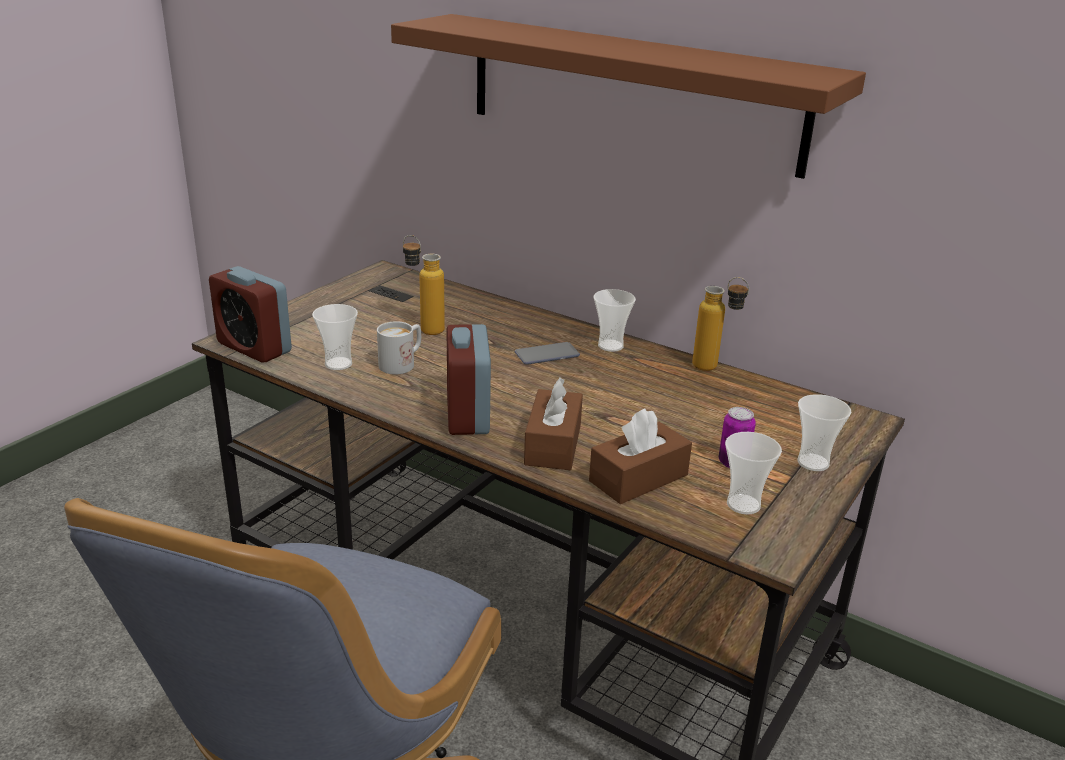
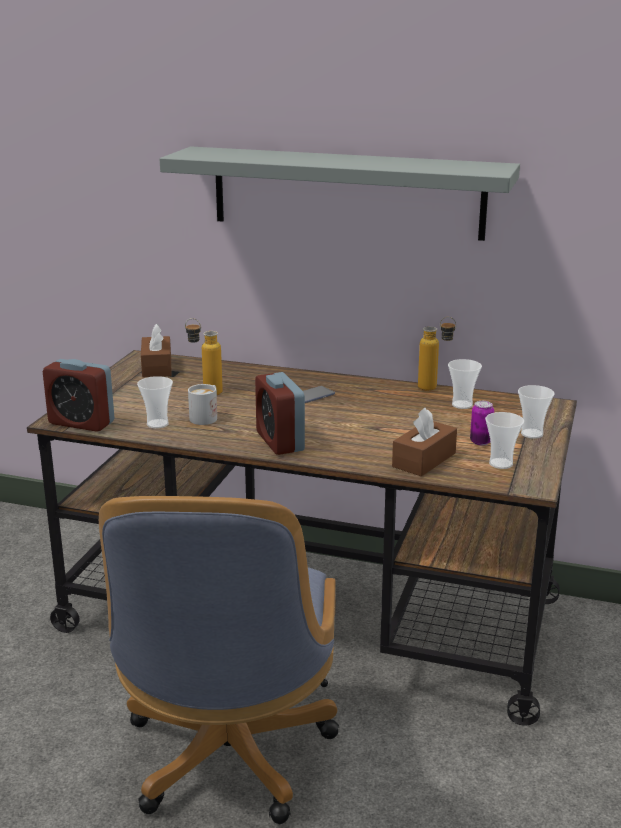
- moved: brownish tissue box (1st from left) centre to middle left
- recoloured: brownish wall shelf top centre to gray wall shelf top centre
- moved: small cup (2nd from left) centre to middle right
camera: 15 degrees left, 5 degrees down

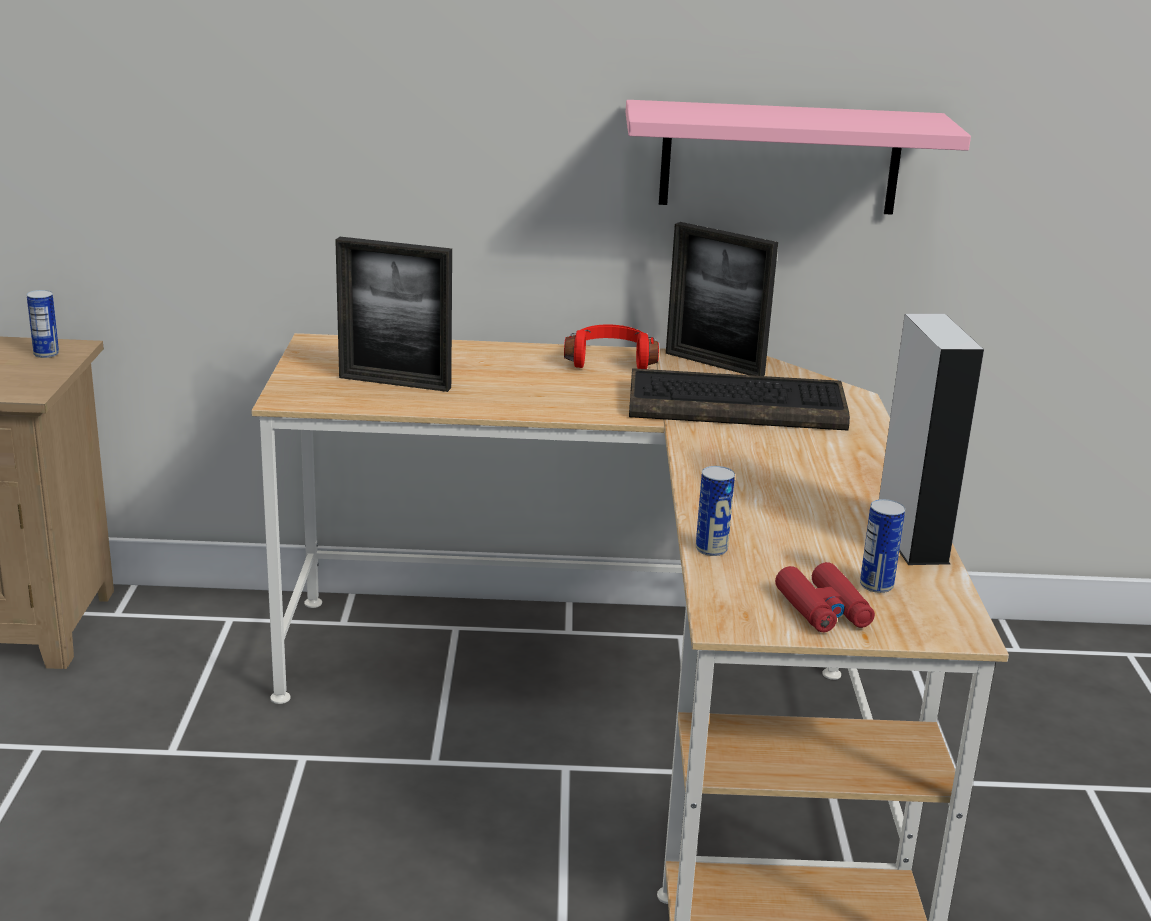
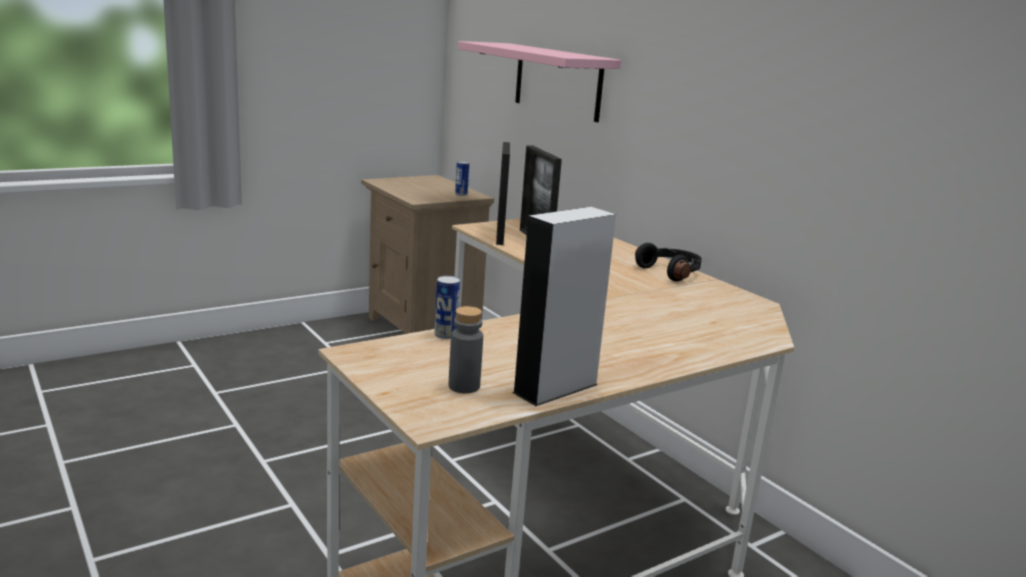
- replaced: sealed can (3rd from left) middle right to gray beverage bottle centre
- moved: pink wall shelf top right to top centre
- moved: standing frame (2nd from left in the first image) top centre to standing frame (1st from left) centre
- recoloured: red headphones centre to black headphones centre
- removed: keyboard centre
- removed: red field glasses middle right
camera: 55 degrees right, 5 degrees down

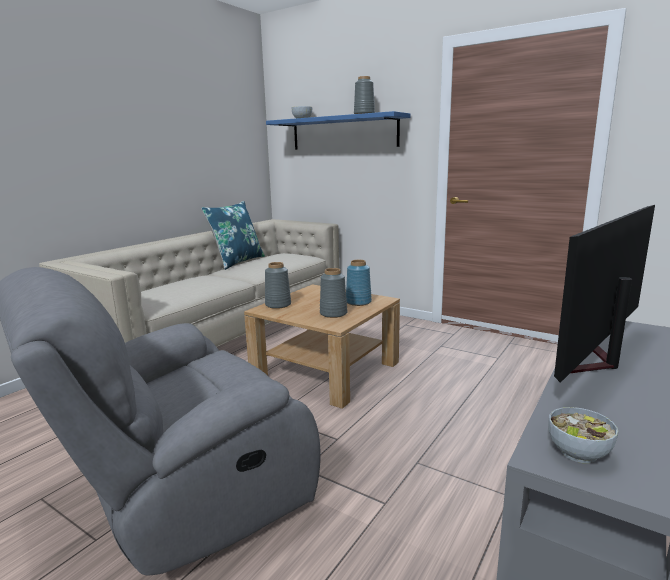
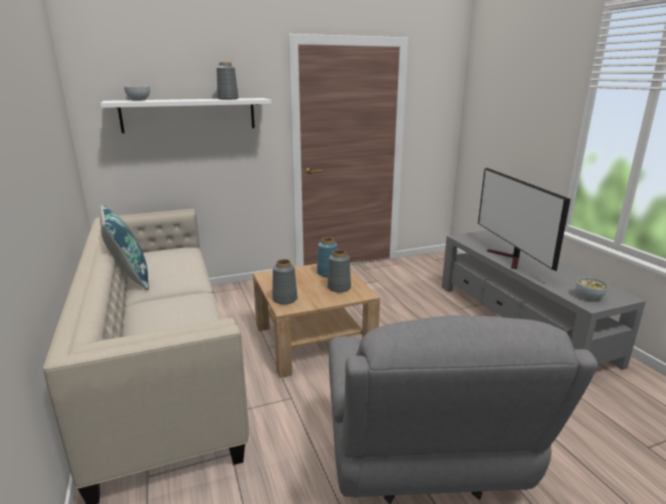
- recoloured: bluish wall shelf top centre to white-coloured wall shelf top left
camera: 55 degrees left, 5 degrees up

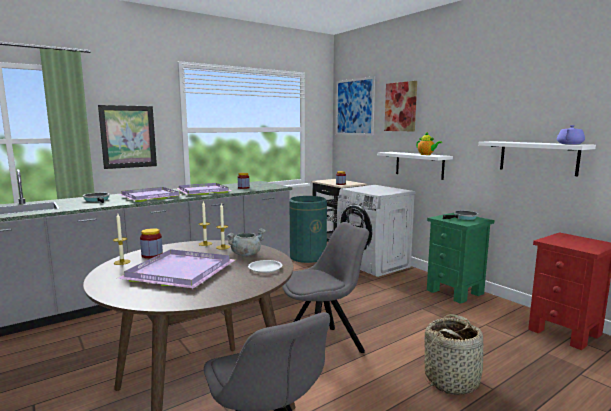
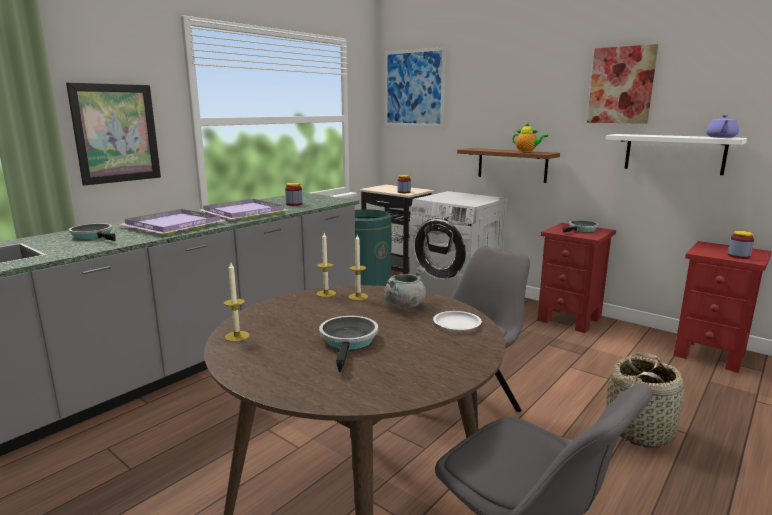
- replaced: purple serving tray (2nd from left) middle left to pan (2nd from left) bottom centre
- recoloured: white-coloured wall shelf (1st from left) middle right to brownish wall shelf top centre
- recoloured: green-coloured night table middle right to red night table (1st from left) middle right
- moved: picture (3rd from left) top centre to top right
- moved: preserve jar (1st from left in the first image) middle left to preserve jar (3rd from left) middle right
camera: 15 degrees left, 5 degrees up

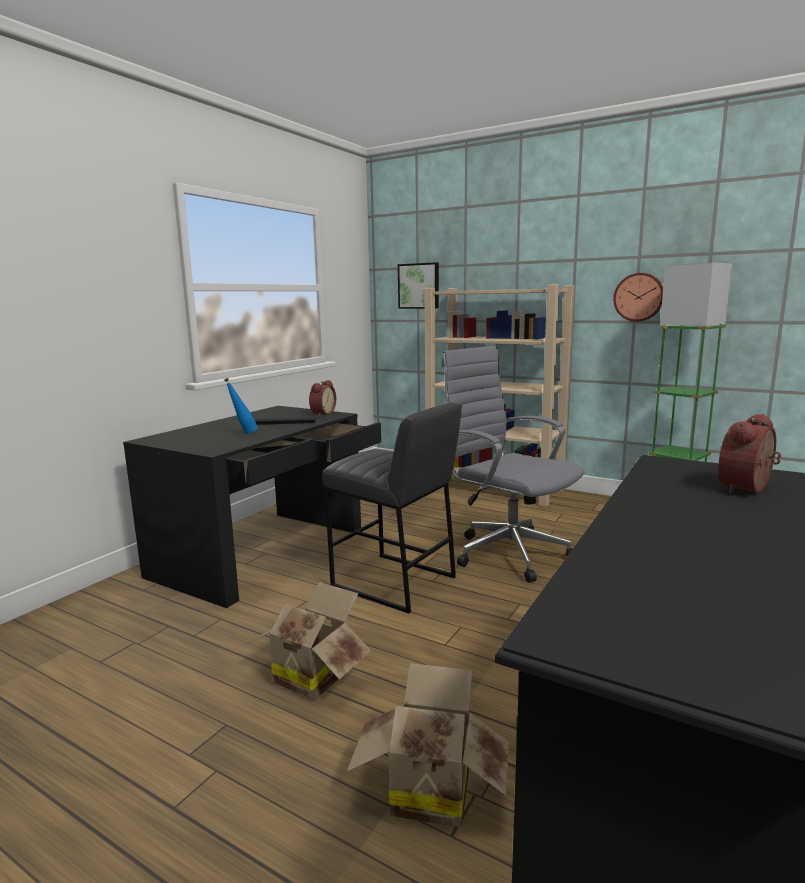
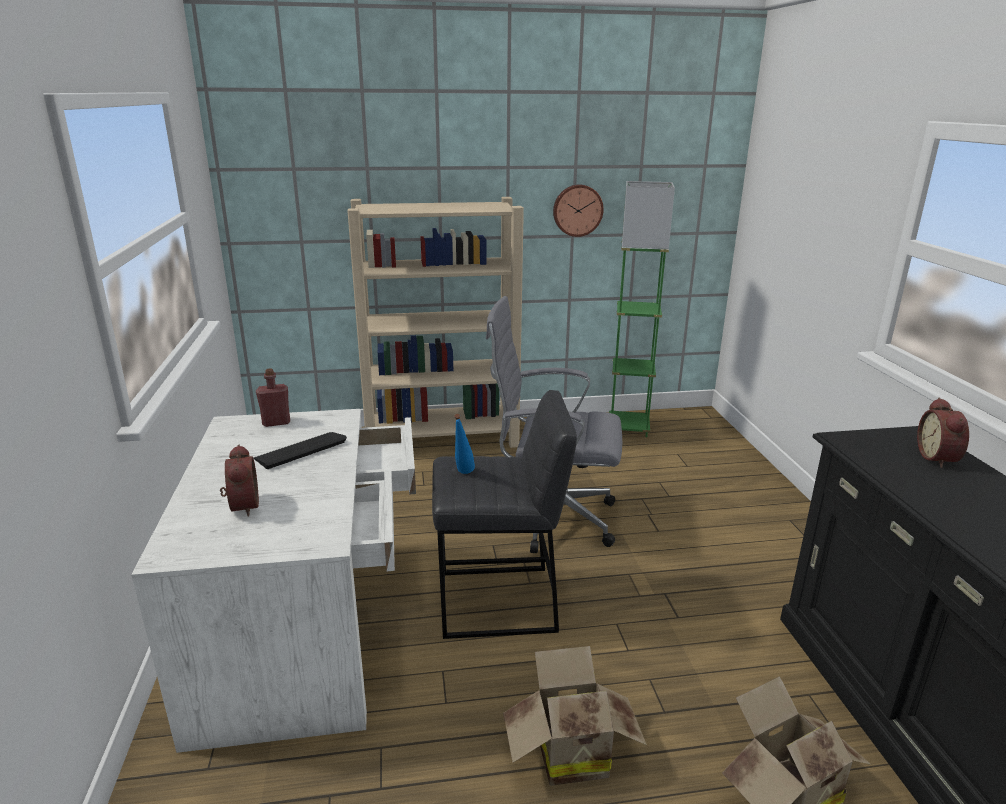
- recoloured: black desk middle left to white-coloured desk bottom left
- moved: alarm clock (1st from left) centre to middle left
- added: red beverage bottle middle left
- moved: bluish beverage bottle middle left to centre
- removed: picture top centre
camera: 40 degrees left, 10 degrees up

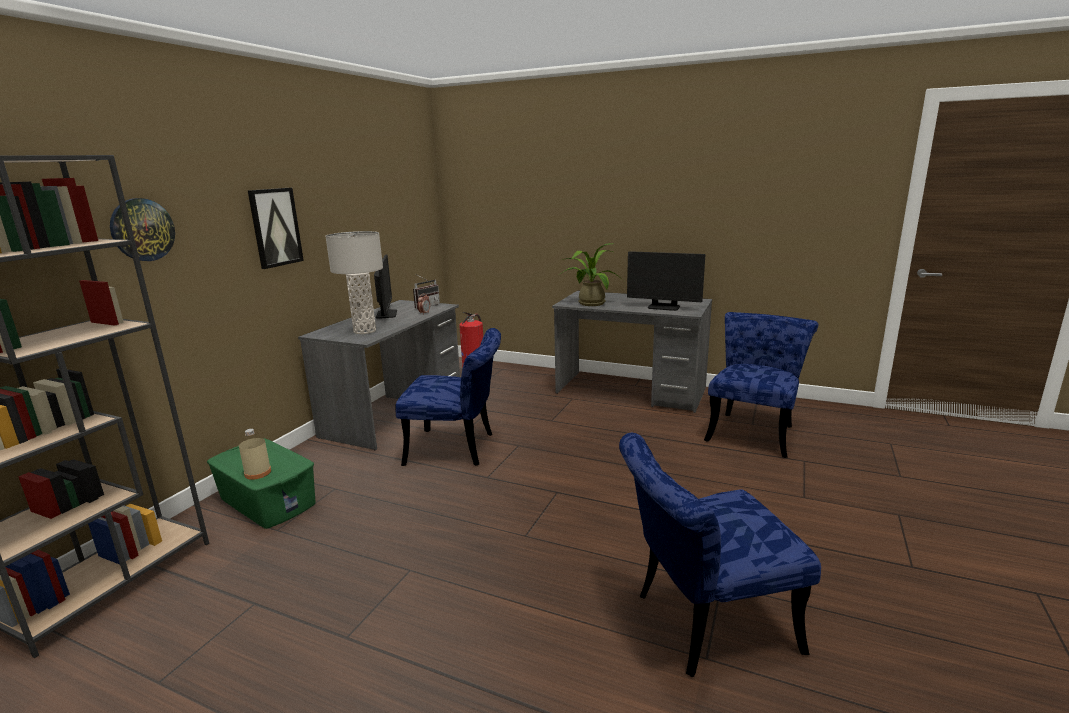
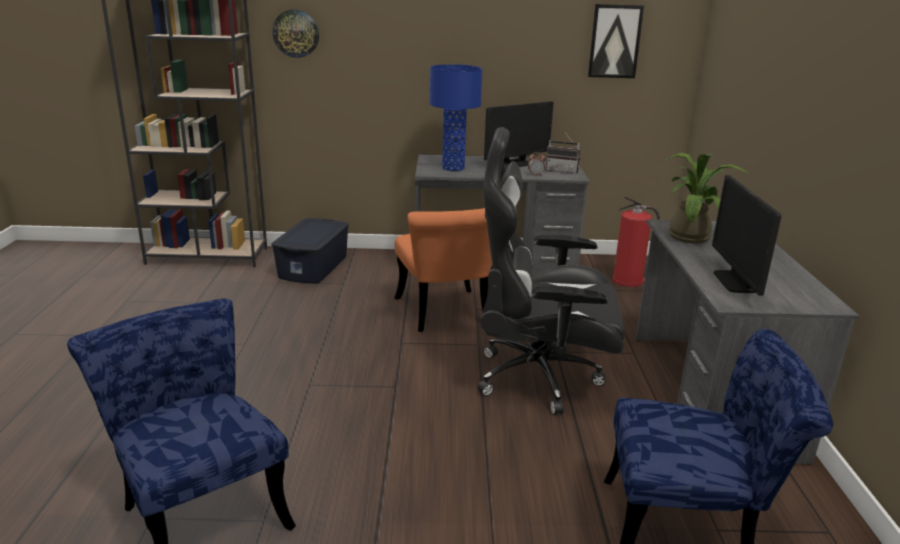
- recoloured: green-coloured storage container bottom left to bluish storage container centre
- recoloured: bluish plain chair (1st from left) centre to orange plain chair centre
- recoloured: white-coloured lamp for a table middle left to bluish lamp for a table top centre
- added: black desk chair centre
- moved: picture top left to top right
- removed: beige beverage bottle middle left
camera: 65 degrees right, 5 degrees up

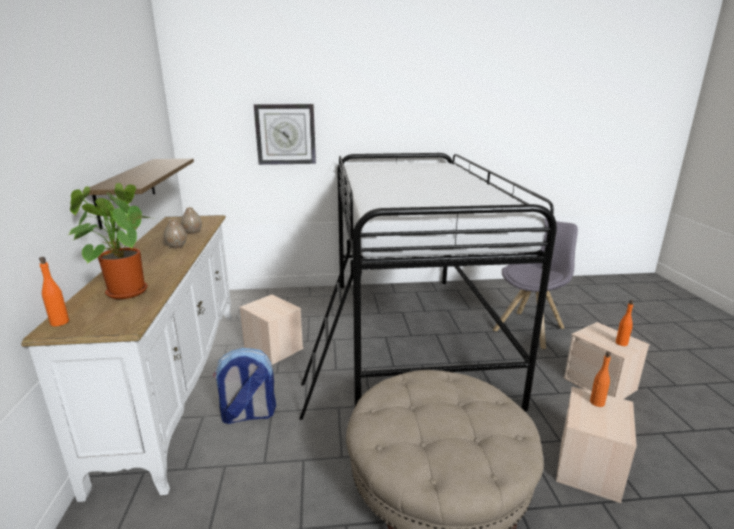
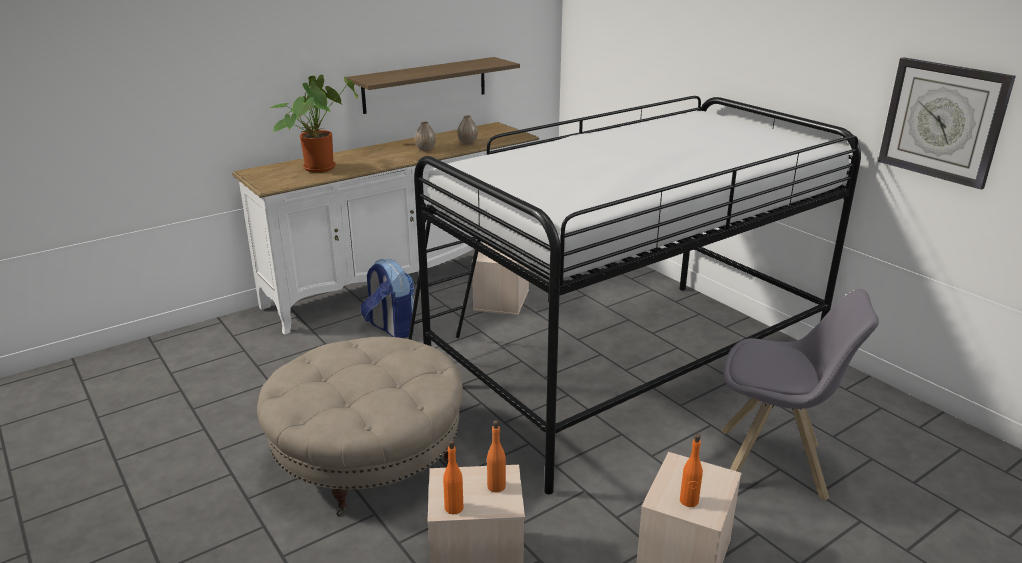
- moved: orange beverage bottle (1st from left) middle left to bottom centre
- moved: clock on the wall top centre to top right
camera: 60 degrees right, 5 degrees up

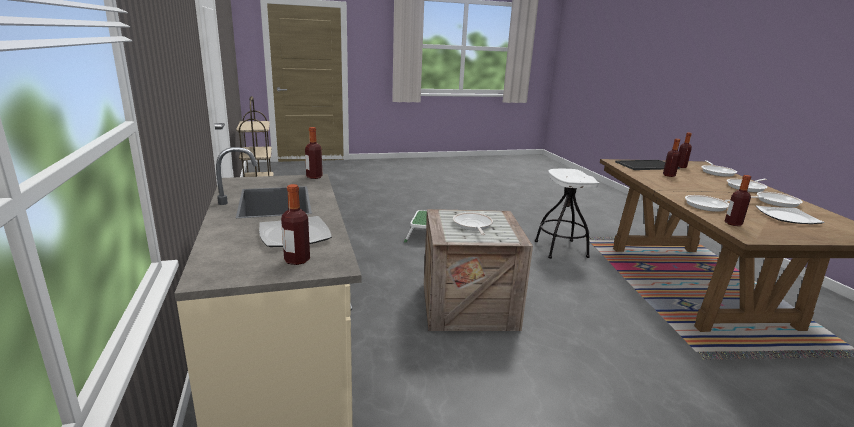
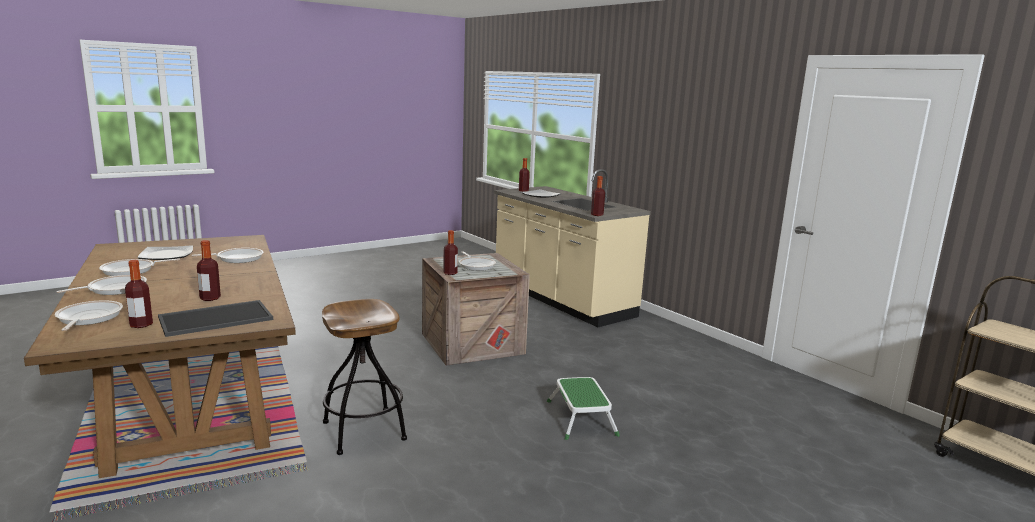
- recoloured: white-coloured stool seat centre to brownish stool seat bottom centre
- moved: beverage bottle (5th from left in the first image) middle right to beverage bottle (3rd from left) centre
camera: 160 degrees right, 5 degrees down

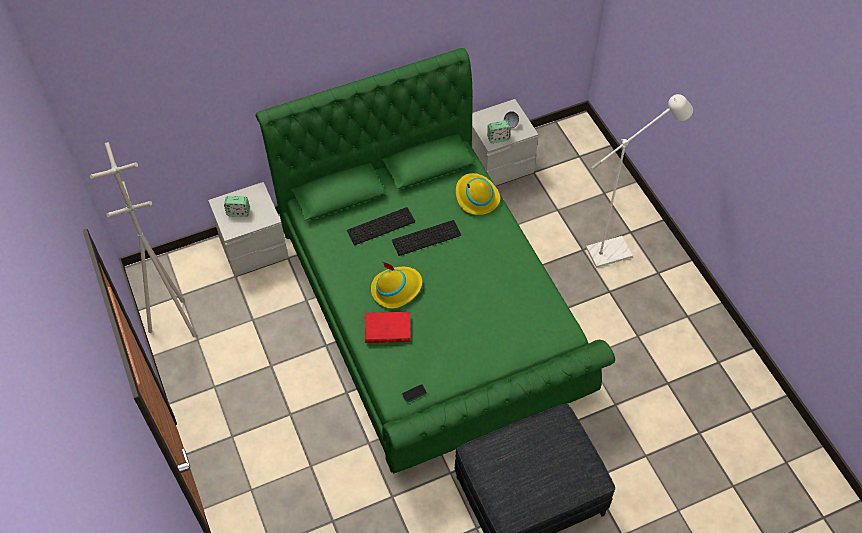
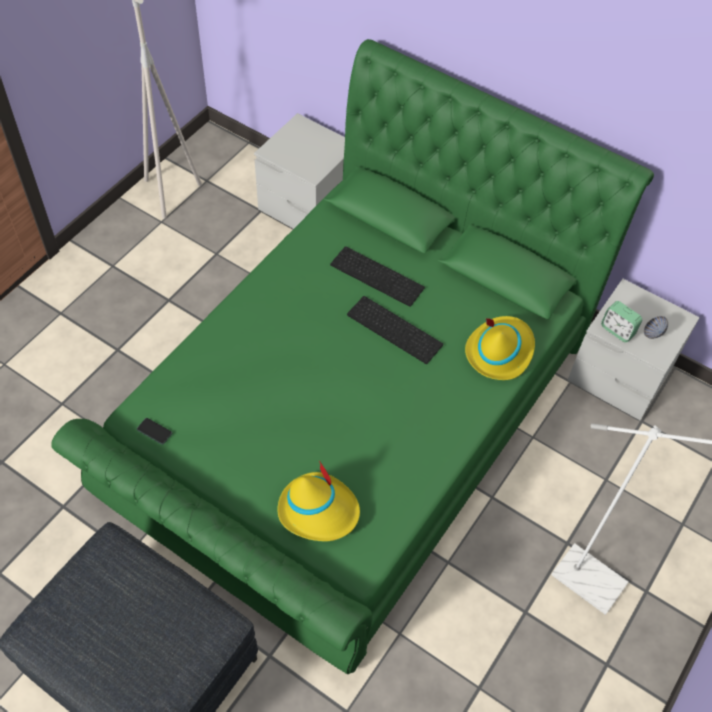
- moved: yellow-coloured clothing hat (1st from left) centre to bottom centre
- removed: alarm clock (1st from left) middle left
- removed: red volume centre
camera: 55 degrees right, 0 degrees up

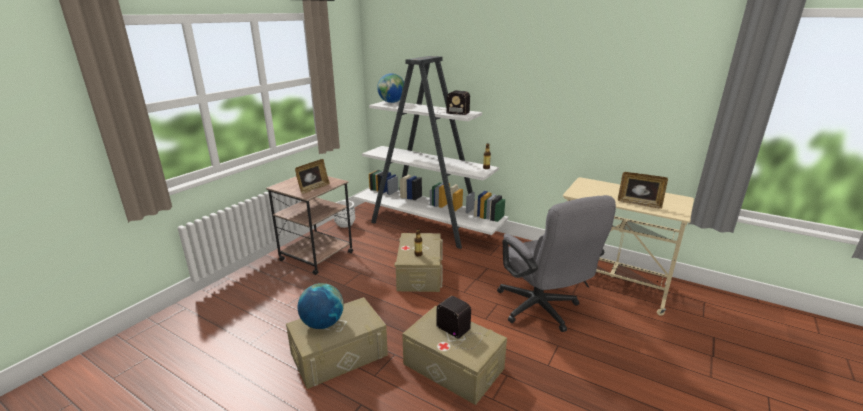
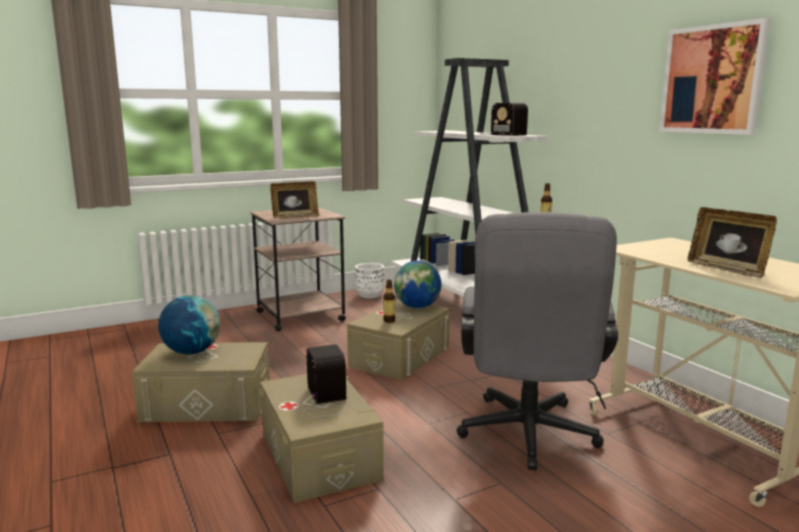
- moved: desk globe (2nd from left) top centre to centre
- added: picture top right
camera: 30 degrees right, 10 degrees down

